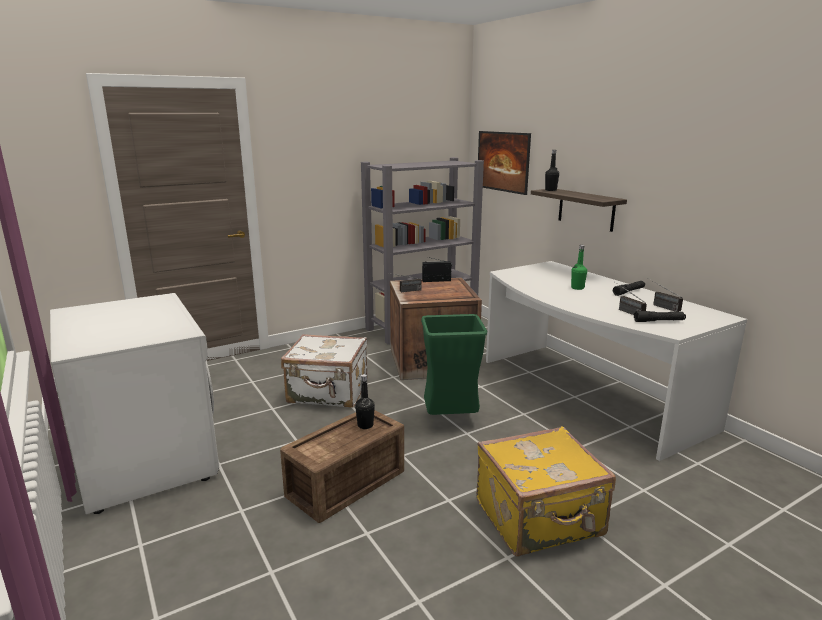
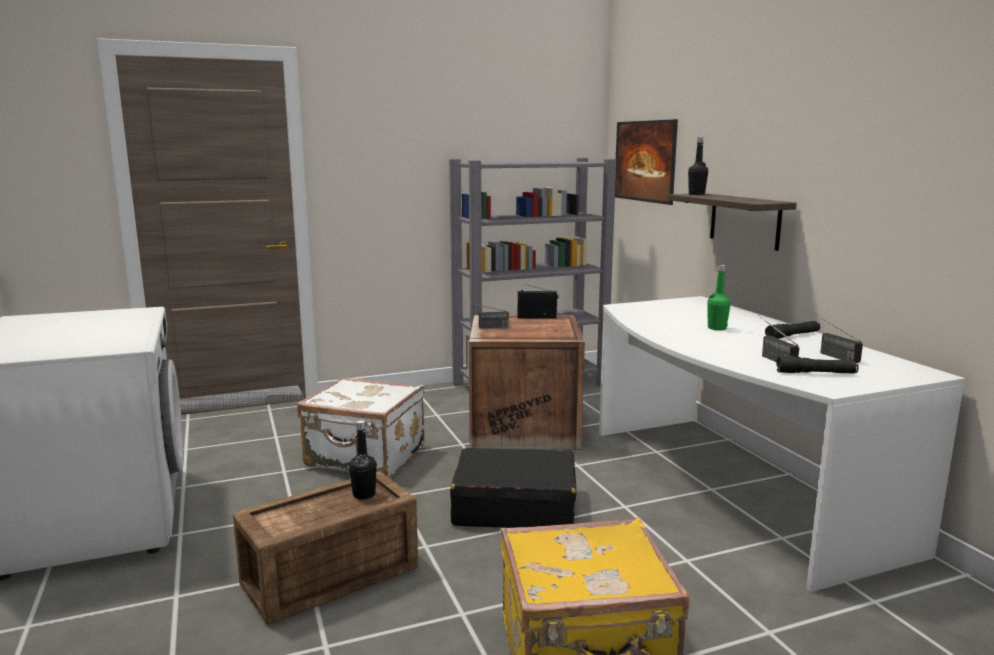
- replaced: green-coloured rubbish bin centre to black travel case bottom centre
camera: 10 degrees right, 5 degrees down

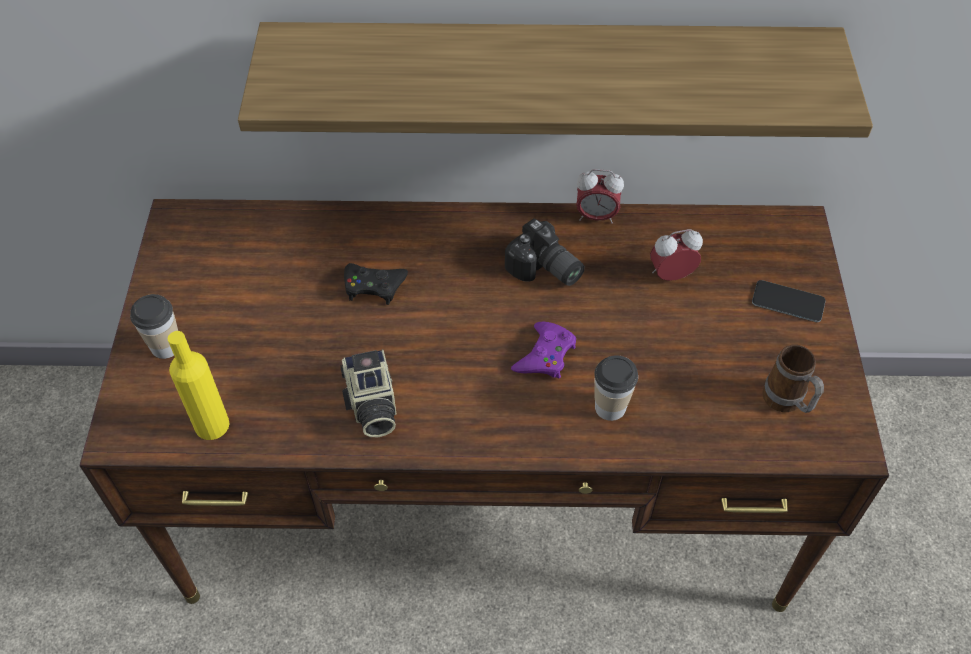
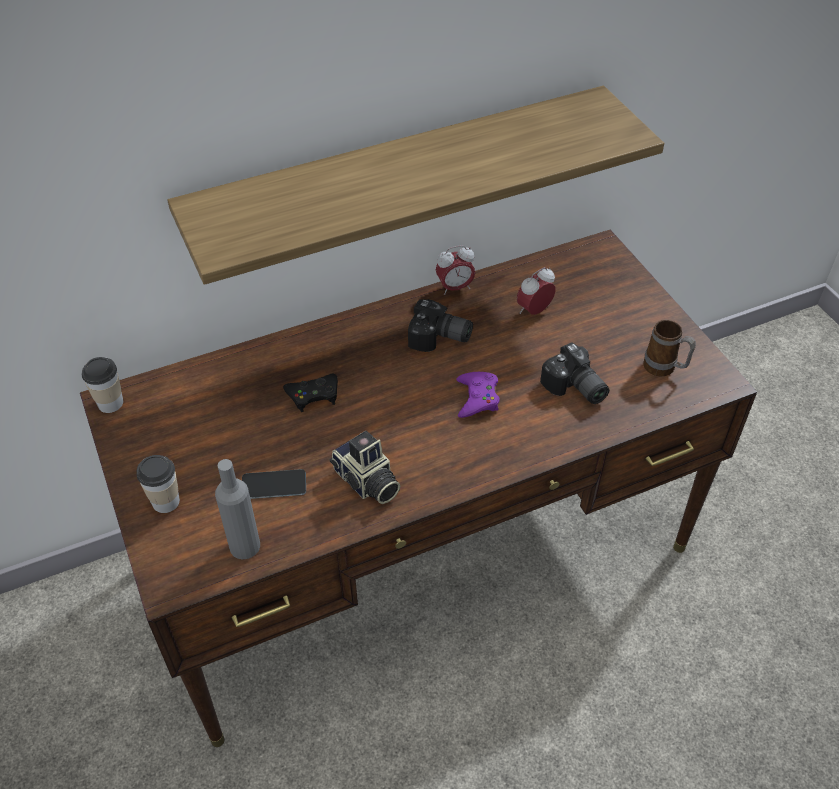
- moved: small cup (2nd from left in the first image) centre to small cup (1st from left) middle left
- recoloured: yellow-coloured beverage bottle middle left to gray beverage bottle middle left
- moved: handset middle right to middle left
- added: still camera (3rd from left) middle right
camera: 25 degrees left, 5 degrees down

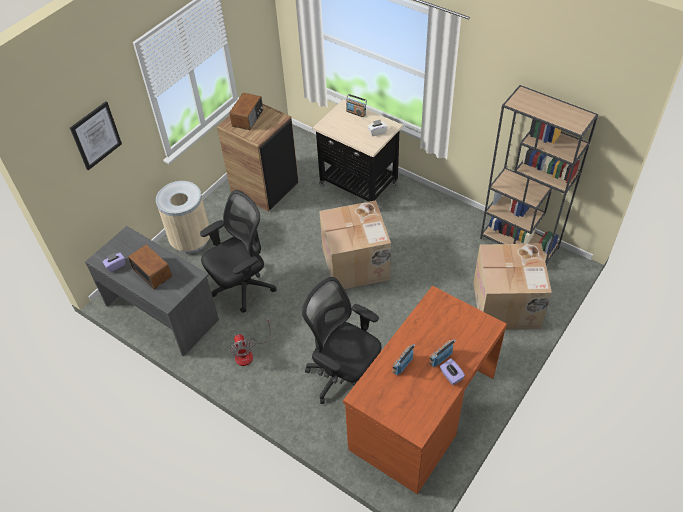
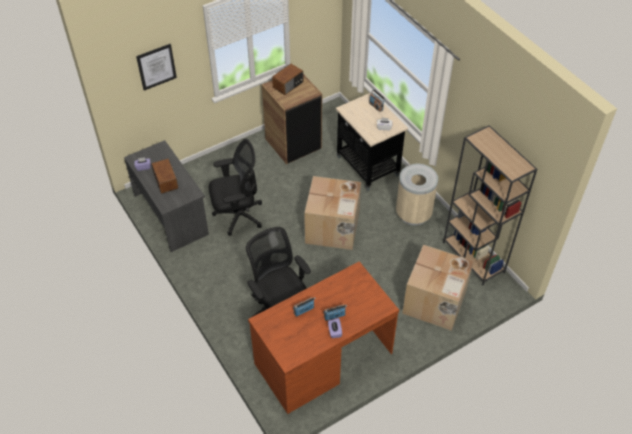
- moved: beige rubbish bin middle left to centre
- removed: cooling fan centre
camera: 20 degrees right, 0 degrees up

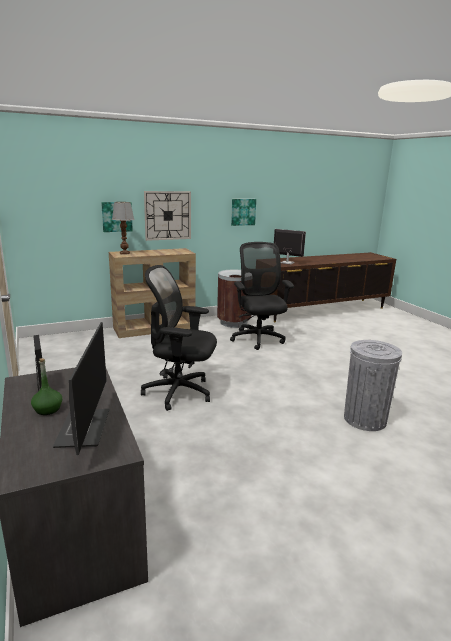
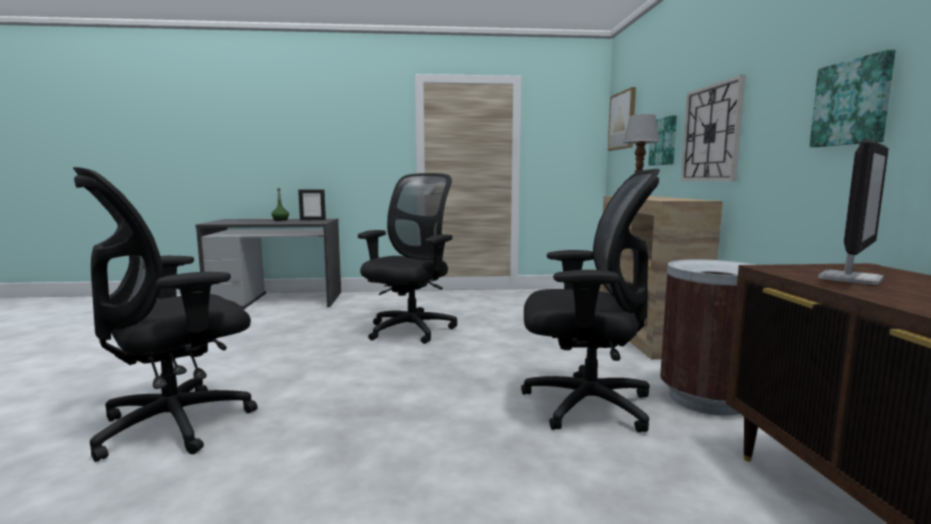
- replaced: gray rubbish bin middle right to black desk chair (1st from left) middle left
- added: picture (1st from left) top right
- removed: computer screen (1st from left) middle left
camera: 110 degrees right, 10 degrees down

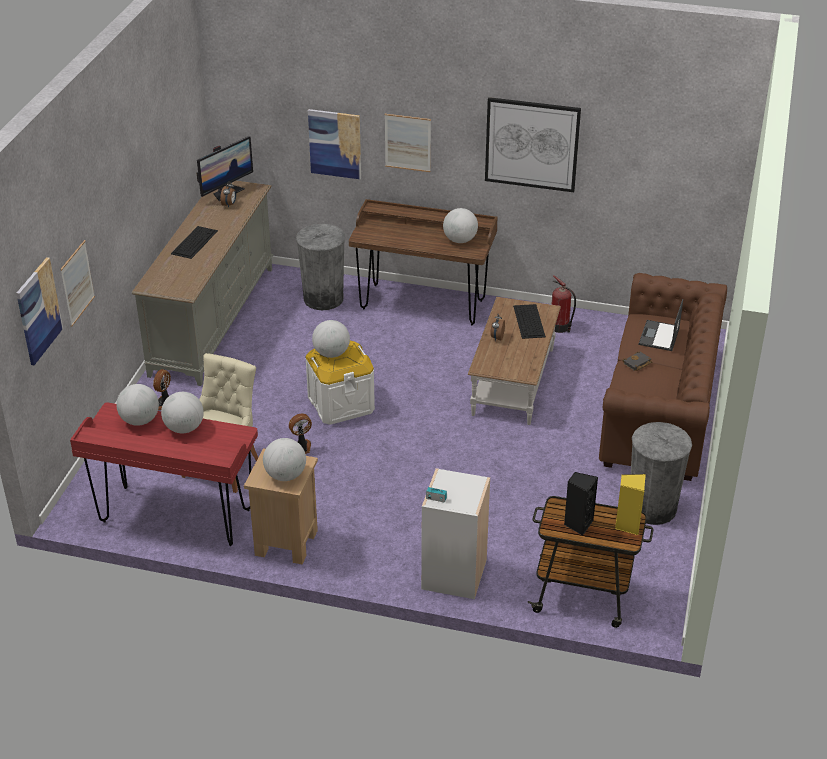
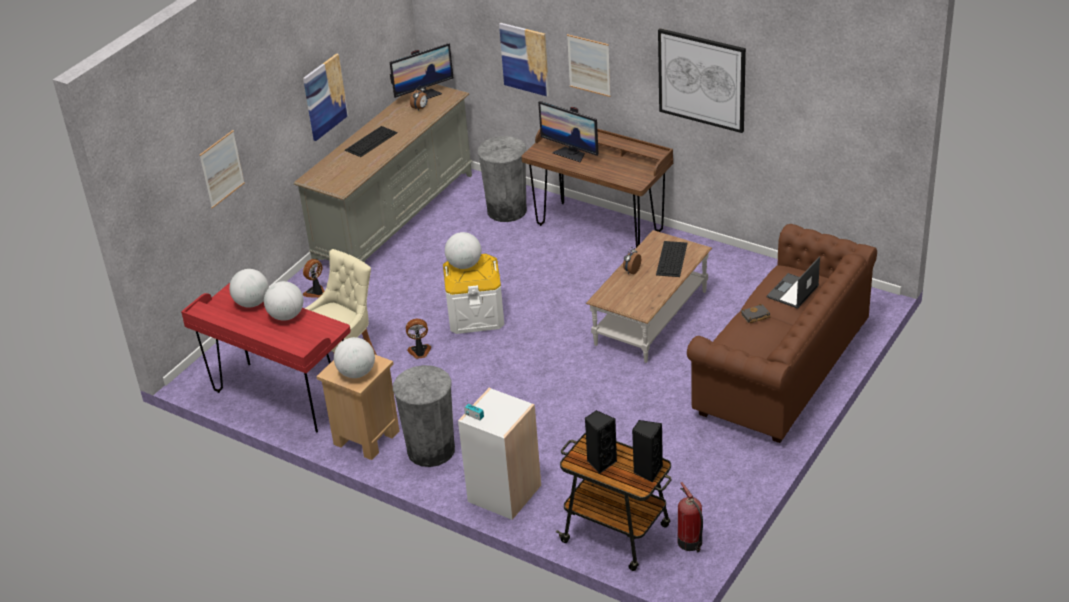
- moved: picture (1st from left in the first image) middle left to picture (2nd from left) top left
- moved: gray rubbish bin (2nd from left in the first image) middle right to gray rubbish bin (1st from left) bottom centre
- added: computer screen (2nd from left) top centre
- recoloured: yellow-coloured speaker middle right to black speaker (2nd from left) bottom centre
- moved: fire-fighting cylinder middle right to bottom centre
- removed: desk globe (5th from left) top centre
camera: 20 degrees right, 0 degrees up

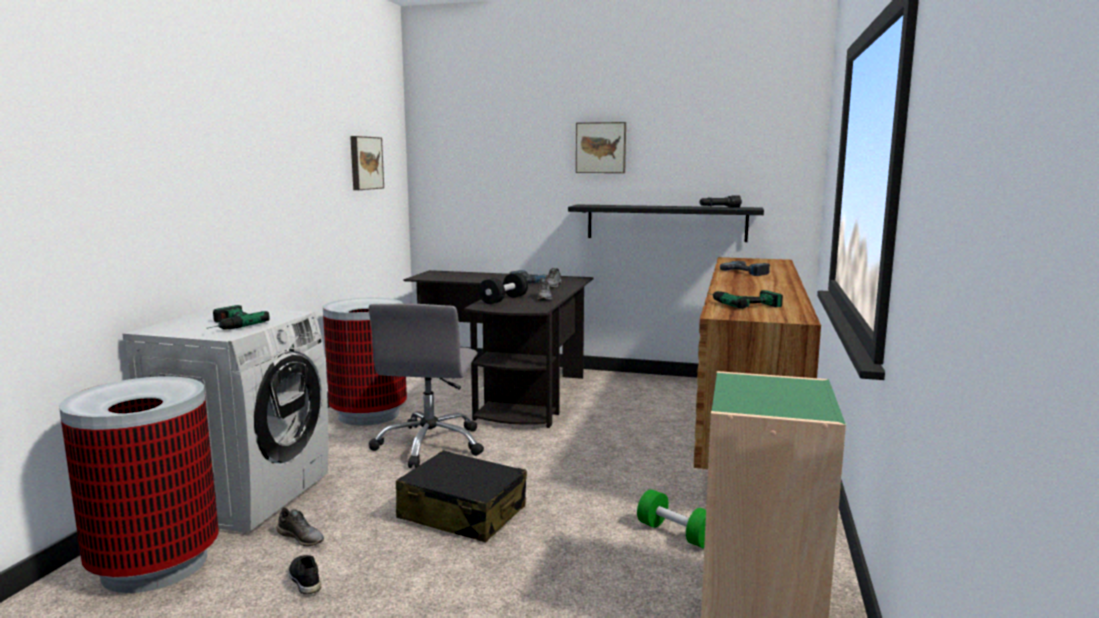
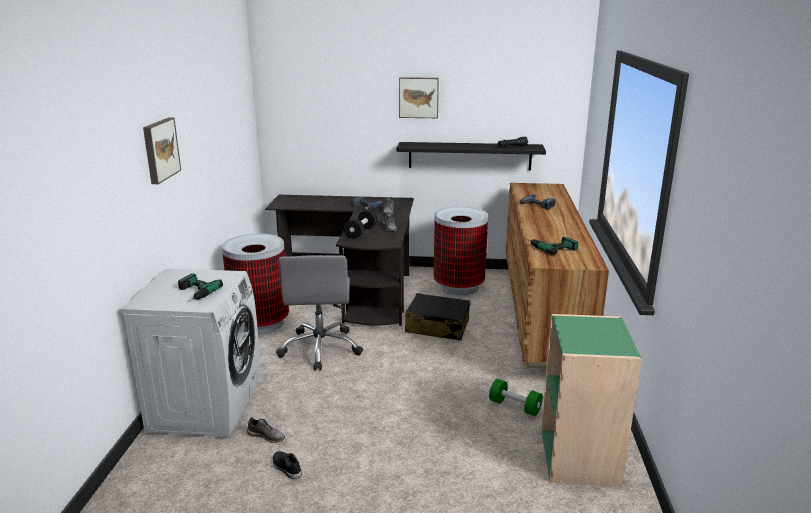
- moved: picture (1st from left) top centre to top left
- moved: black travel case bottom centre to centre
- moved: rubbish bin (1st from left in the first image) bottom left to rubbish bin (2nd from left) centre
camera: 10 degrees left, 10 degrees up

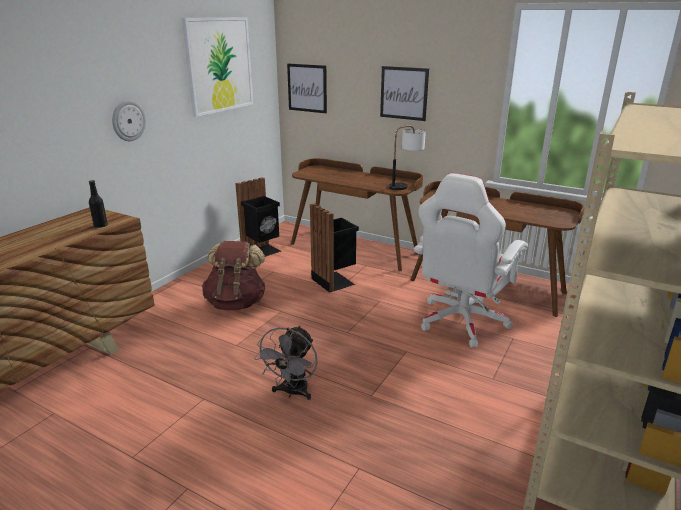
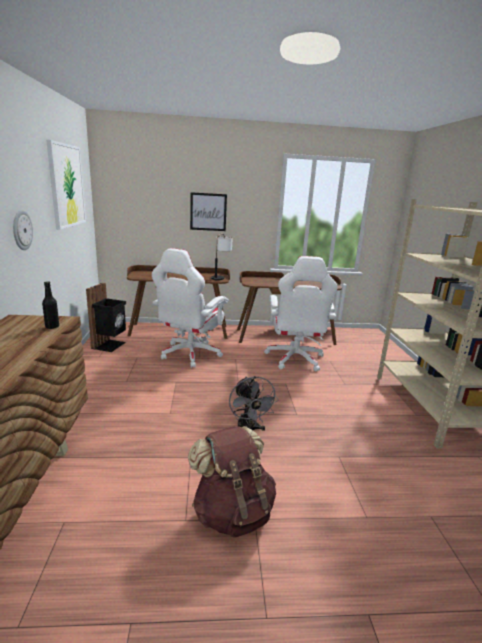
- replaced: black rubbish bin (2nd from left) centre to white-coloured desk chair (1st from left) centre
- moved: brownish backpack centre to bottom centre
- removed: picture (2nd from left) top centre
camera: 35 degrees left, 5 degrees down

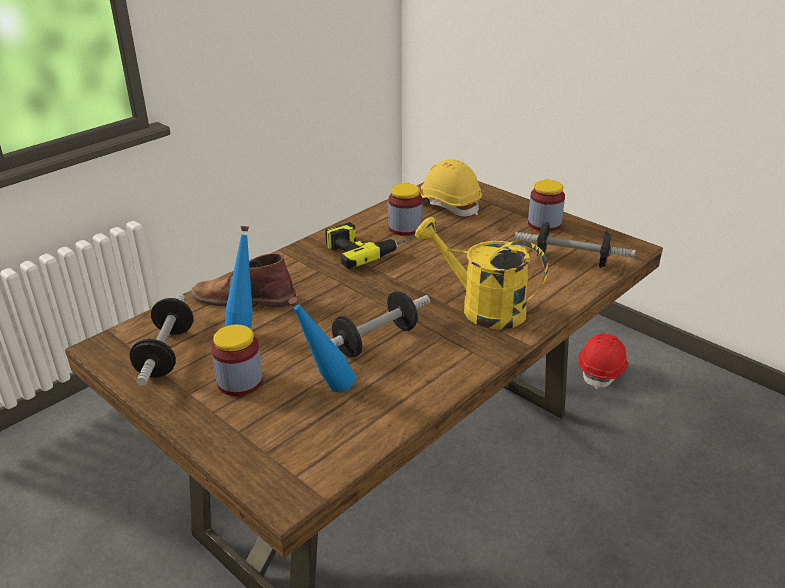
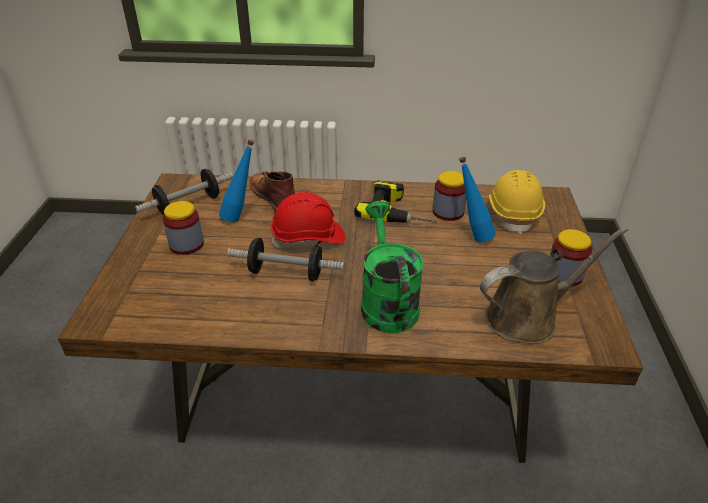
- moved: red hard hat middle right to centre
- recoloured: yellow-coloured watering can centre to green-coloured watering can centre
- moved: bluish beverage bottle (2nd from left) centre to middle right
- replaced: dumbbell (3rd from left) middle right to brownish watering can middle right
camera: 50 degrees right, 5 degrees up

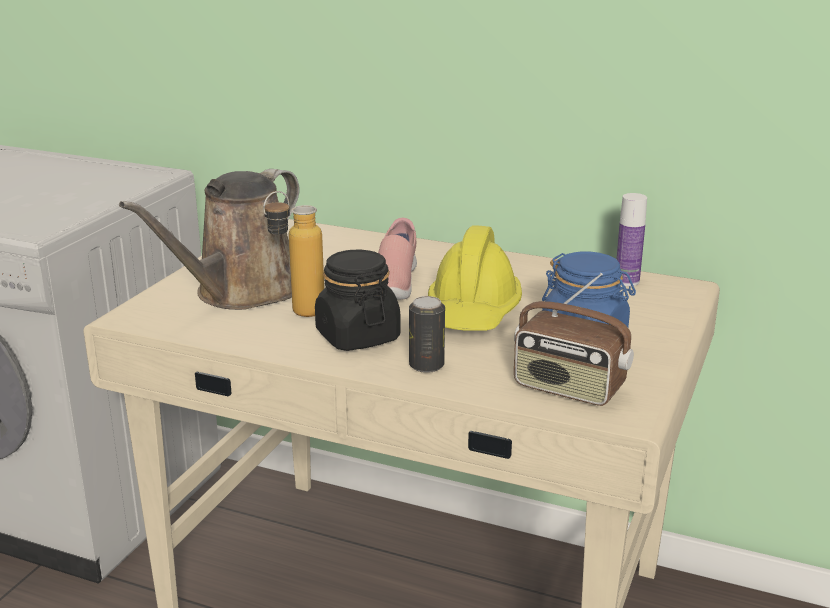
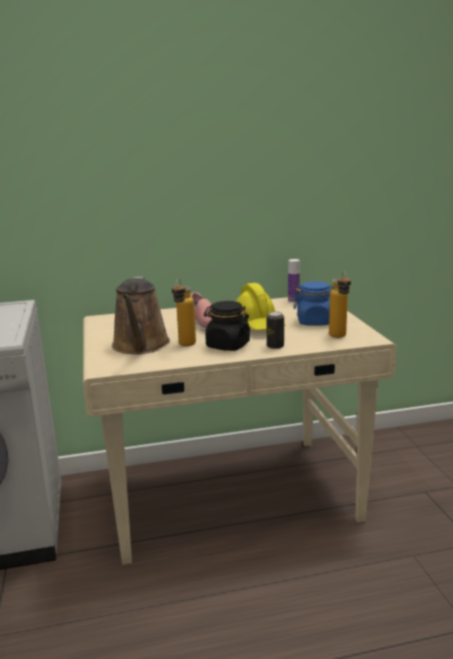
- replaced: radio middle right to beverage bottle (3rd from left) middle right
camera: 35 degrees left, 5 degrees down

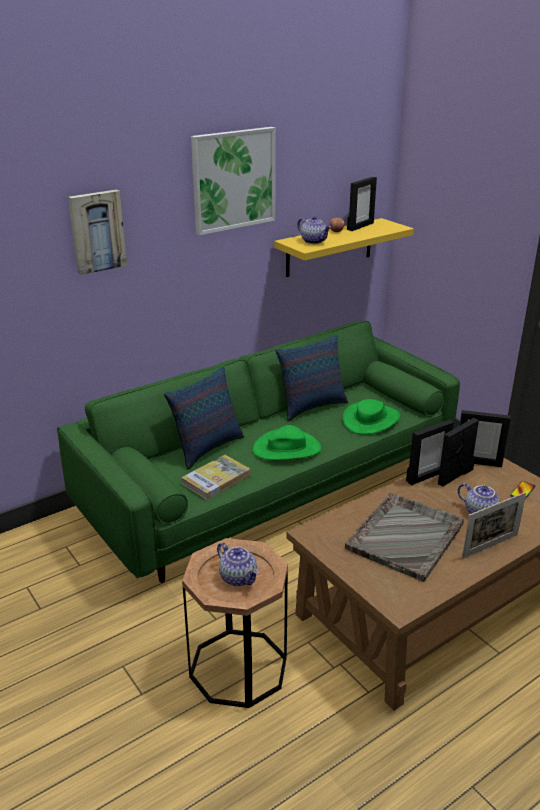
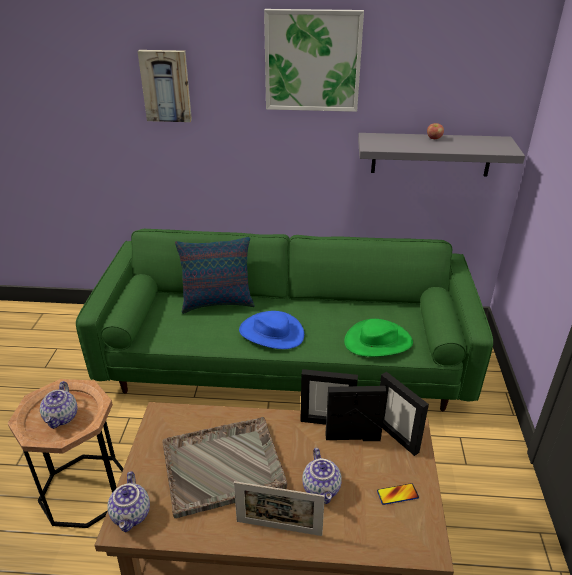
- moved: teapot (2nd from left) top centre to bottom left
- recoloured: green-coloured clothing hat (1st from left) centre to bluish clothing hat centre
- recoloured: yellow-coloured wall shelf top centre to gray wall shelf top right
- removed: volume centre
- removed: bluish pillow (2nd from left) centre
- removed: standing frame (1st from left) top right
camera: 40 degrees right, 5 degrees up

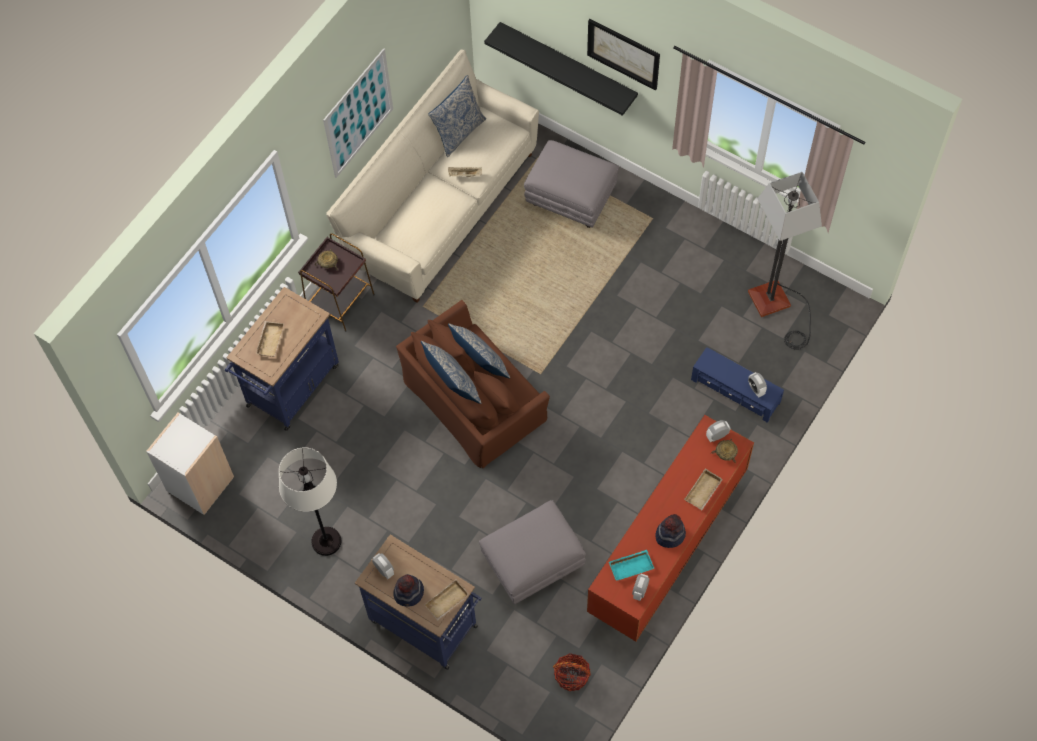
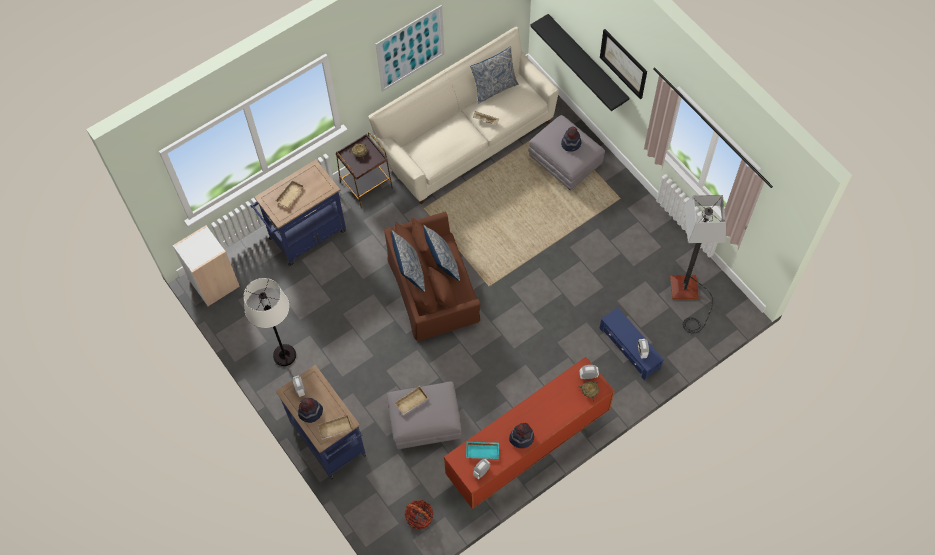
- moved: beige serving tray (4th from left in the first image) middle right to beige serving tray (3rd from left) bottom centre
- added: clothing hat (3rd from left) top centre
camera: 20 degrees right, 0 degrees up

